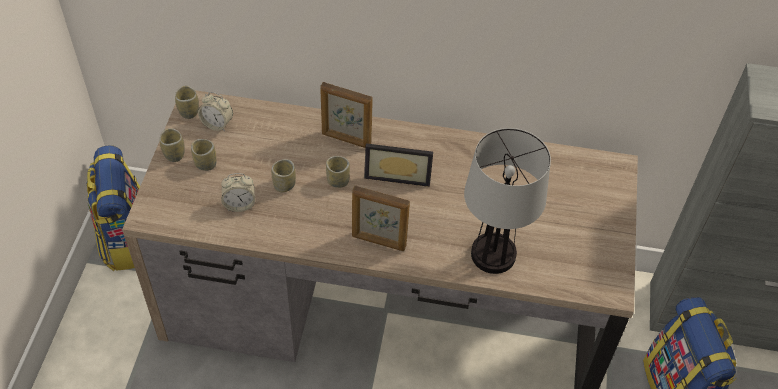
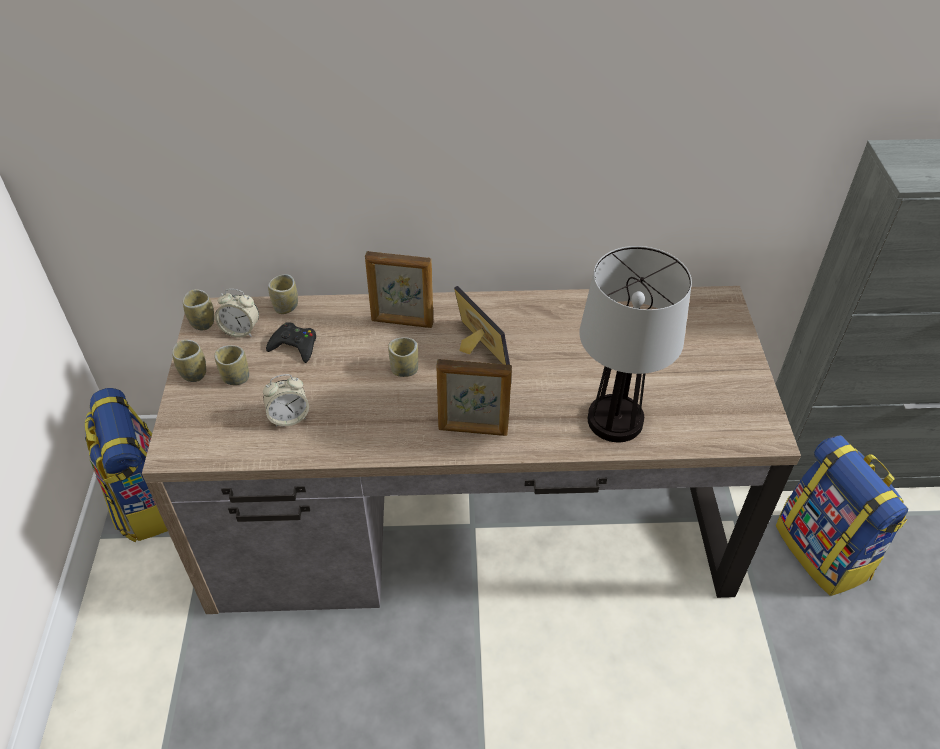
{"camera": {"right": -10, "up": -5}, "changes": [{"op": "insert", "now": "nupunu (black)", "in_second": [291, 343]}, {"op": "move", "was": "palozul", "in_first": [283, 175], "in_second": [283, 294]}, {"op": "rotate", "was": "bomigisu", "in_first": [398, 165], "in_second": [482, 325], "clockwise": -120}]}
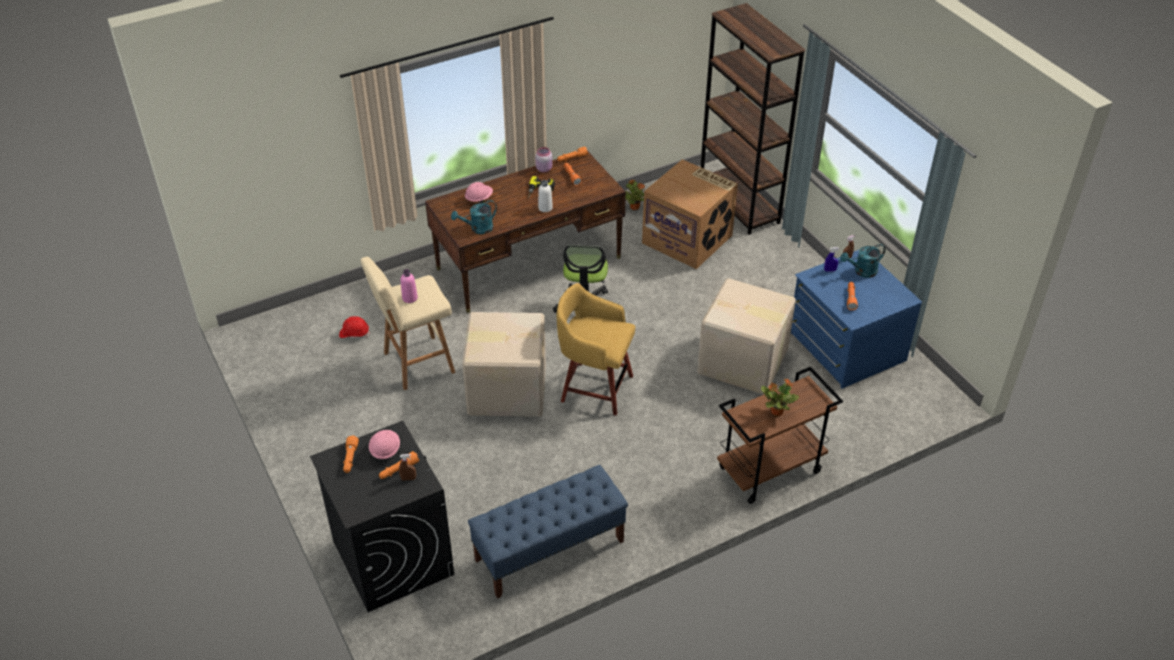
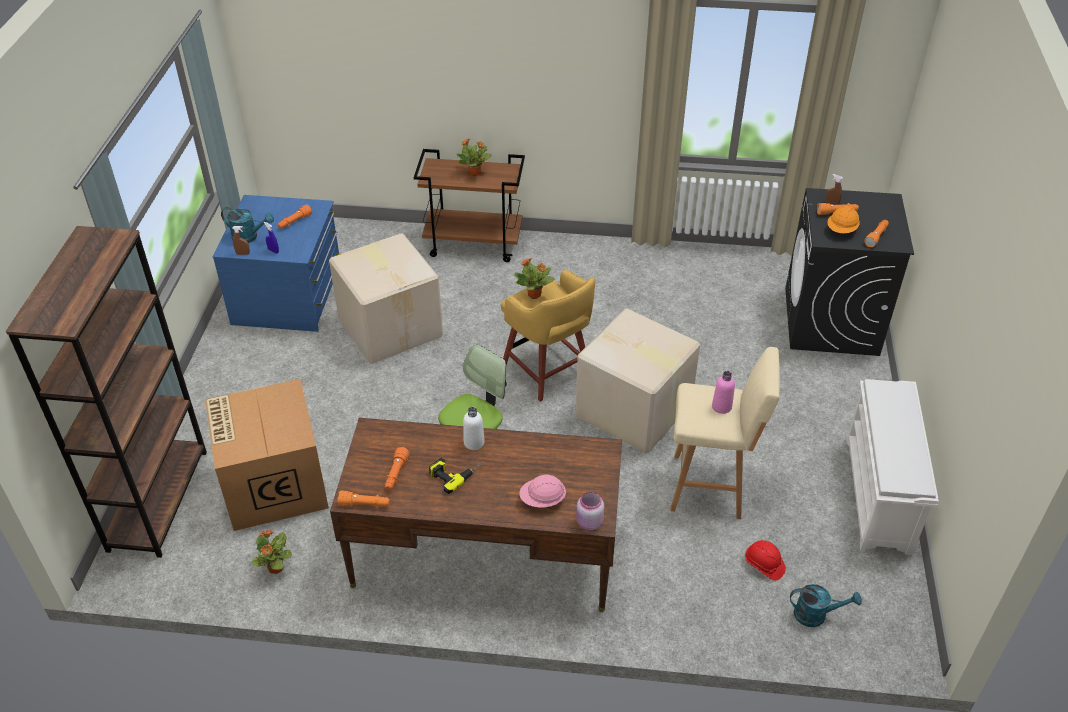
{"camera": {"right": -145, "up": 0}, "changes": [{"op": "delete", "was": "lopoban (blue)", "in_first": [548, 532]}, {"op": "insert", "now": "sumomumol", "in_second": [534, 278]}, {"op": "insert", "now": "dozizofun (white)", "in_second": [892, 467]}, {"op": "move", "was": "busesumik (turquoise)", "in_first": [474, 217], "in_second": [826, 605]}, {"op": "move", "was": "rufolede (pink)", "in_first": [543, 159], "in_second": [590, 511]}, {"op": "recolor", "was": "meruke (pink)", "now": "meruke (orange)", "in_first": [384, 444], "in_second": [843, 219]}]}
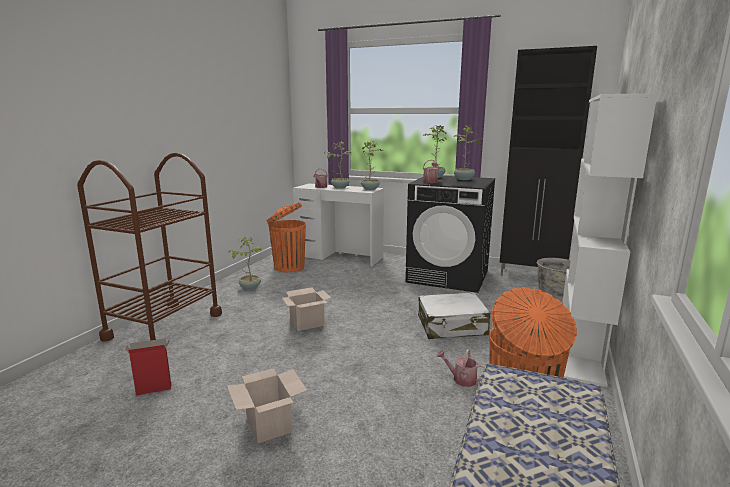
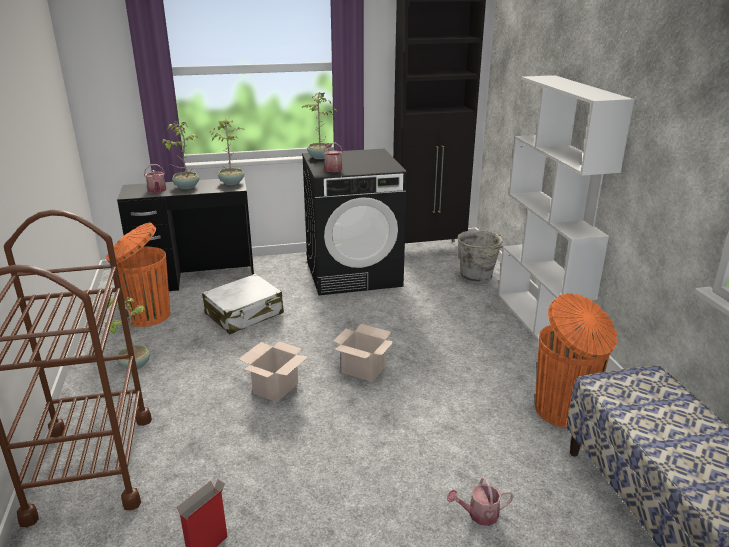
{"camera": {"right": -35, "up": 10}, "changes": [{"op": "delete", "was": "sumomumol", "in_first": [467, 153]}, {"op": "move", "was": "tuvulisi", "in_first": [267, 406], "in_second": [363, 353]}, {"op": "move", "was": "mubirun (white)", "in_first": [454, 315], "in_second": [243, 304]}, {"op": "move", "was": "busesumik", "in_first": [460, 368], "in_second": [480, 501]}, {"op": "recolor", "was": "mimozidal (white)", "now": "mimozidal (black)", "in_first": [338, 225], "in_second": [185, 234]}]}
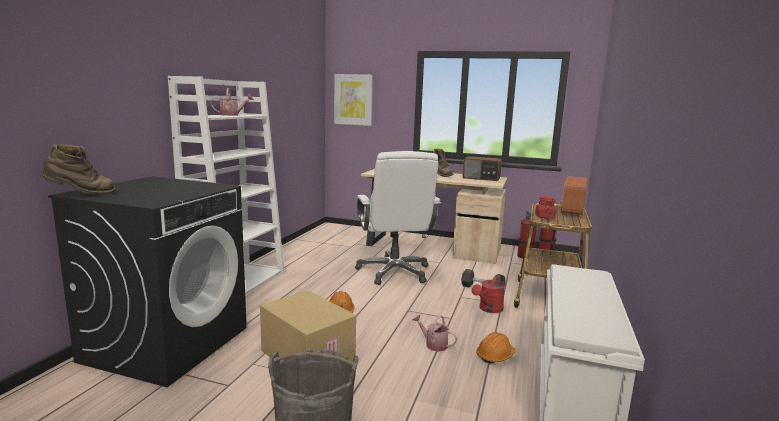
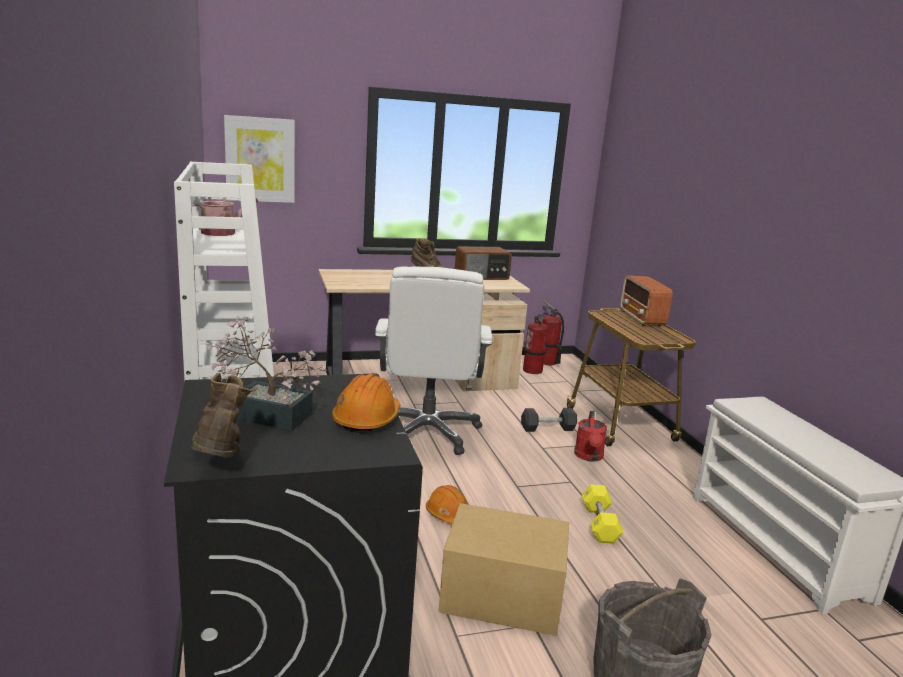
{"camera": {"right": -35, "up": 5}, "changes": [{"op": "delete", "was": "rufolede (red)", "in_first": [545, 207]}, {"op": "insert", "now": "sumomumol", "in_second": [266, 374]}, {"op": "move", "was": "meruke (orange)", "in_first": [496, 348], "in_second": [366, 404]}, {"op": "replace", "was": "busesumik", "now": "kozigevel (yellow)", "in_first": [434, 333], "in_second": [603, 514]}, {"op": "rotate", "was": "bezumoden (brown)", "in_first": [79, 169], "in_second": [225, 415], "clockwise": -45}, {"op": "rotate", "was": "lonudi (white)", "in_first": [398, 218], "in_second": [433, 361], "clockwise": 45}]}
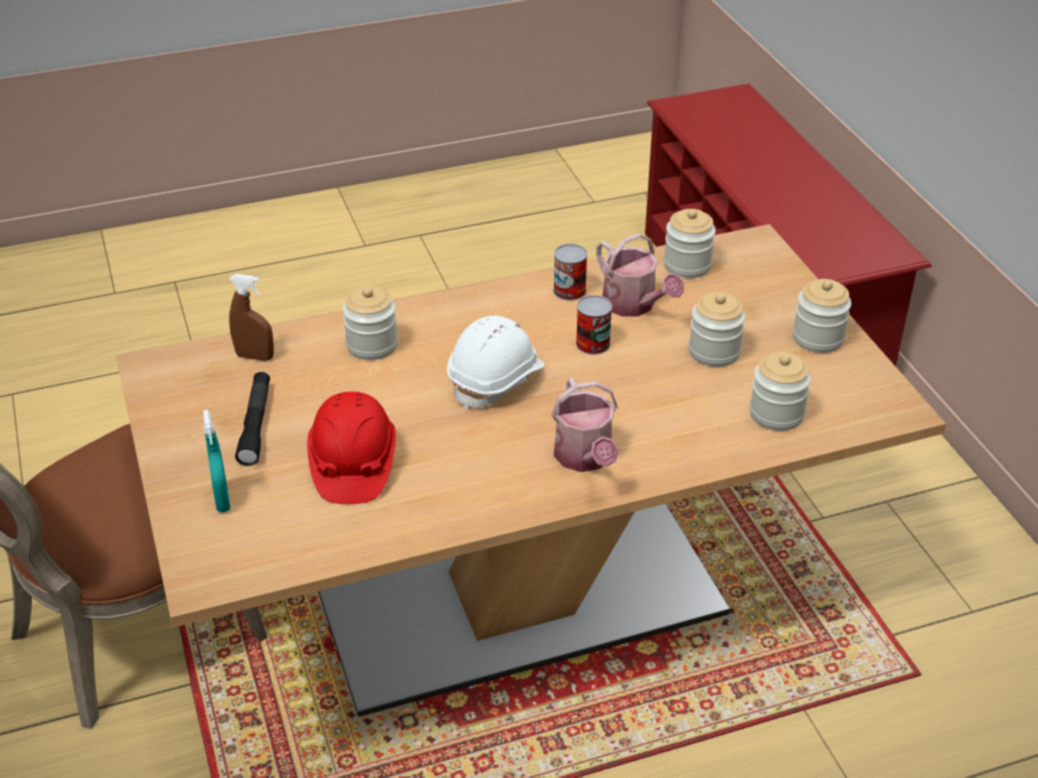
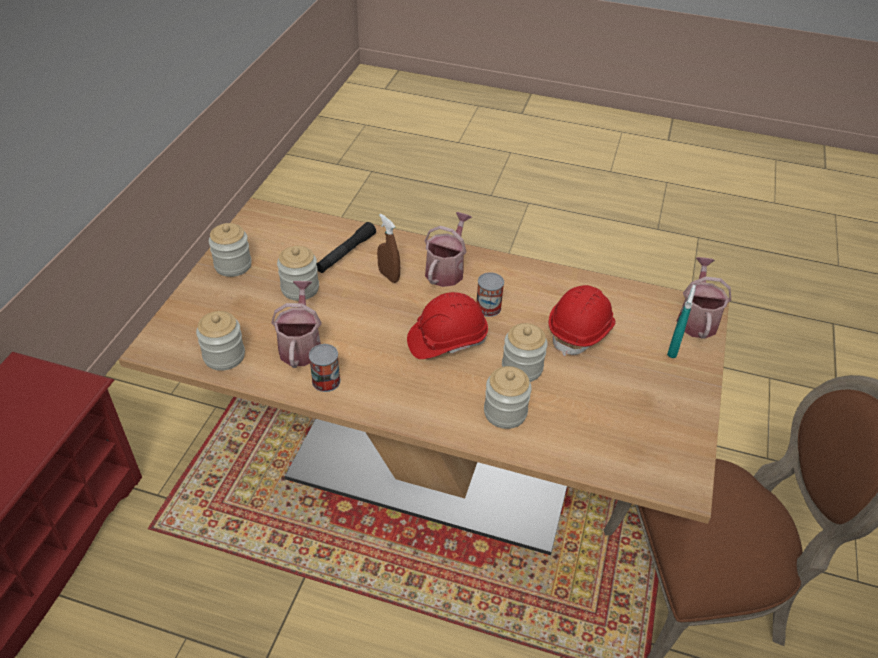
{"camera": {"right": -145, "up": 5}, "changes": [{"op": "insert", "now": "busesumik", "in_second": [704, 298]}, {"op": "move", "was": "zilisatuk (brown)", "in_first": [251, 317], "in_second": [388, 248]}, {"op": "move", "was": "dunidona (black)", "in_first": [252, 419], "in_second": [346, 247]}, {"op": "move", "was": "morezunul", "in_first": [594, 325], "in_second": [490, 294]}, {"op": "move", "was": "rufolede", "in_first": [780, 391], "in_second": [525, 352]}, {"op": "recolor", "was": "meruke (white)", "now": "meruke (red)", "in_first": [495, 363], "in_second": [447, 325]}]}
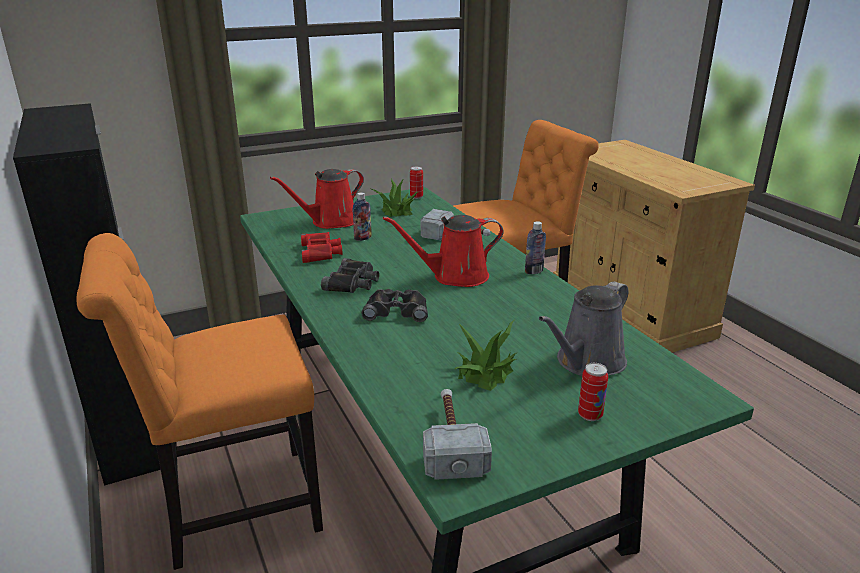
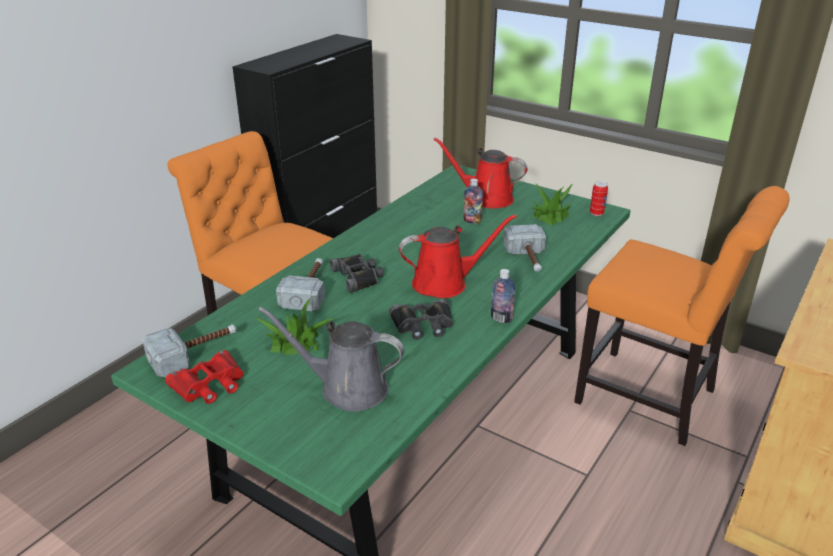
{"camera": {"right": 60, "up": 5}, "changes": [{"op": "delete", "was": "morezunul", "in_first": [593, 392]}, {"op": "insert", "now": "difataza", "in_second": [300, 285]}, {"op": "move", "was": "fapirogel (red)", "in_first": [321, 247], "in_second": [204, 377]}, {"op": "move", "was": "fapirogel (black)", "in_first": [350, 275], "in_second": [421, 319]}, {"op": "rotate", "was": "busesumik (red)", "in_first": [443, 251], "in_second": [458, 256], "clockwise": 120}]}
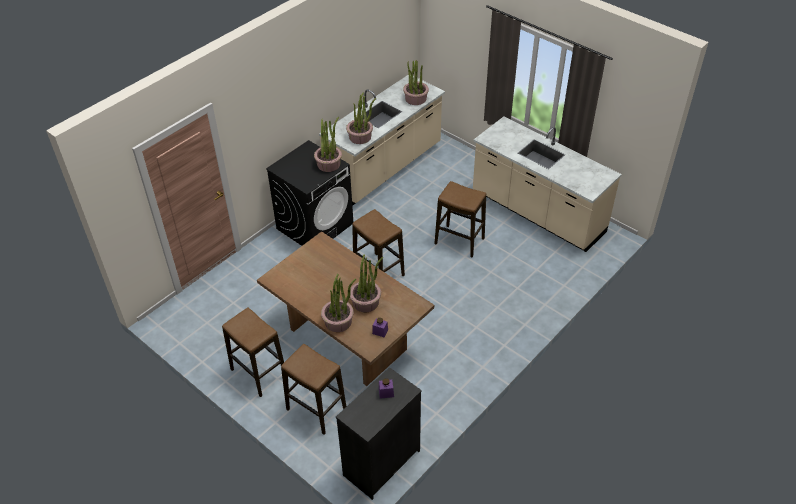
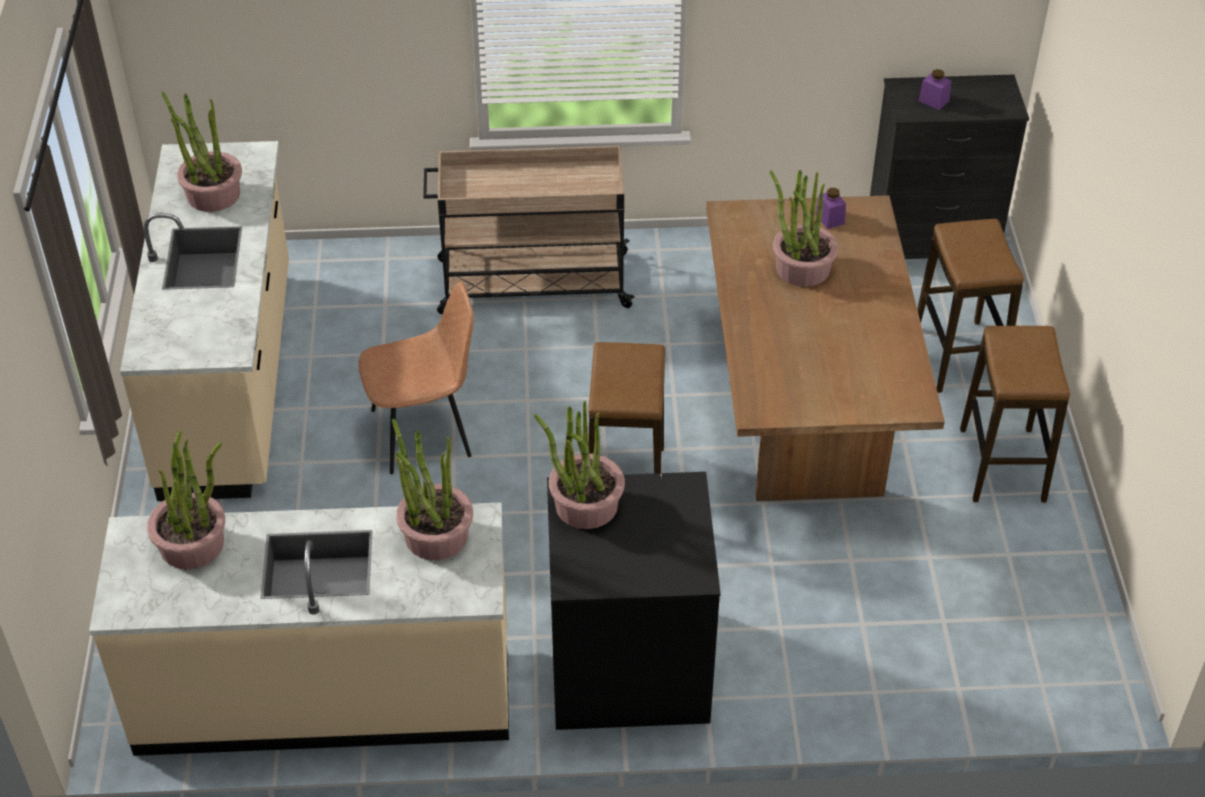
{"camera": {"right": -135, "up": 0}, "changes": [{"op": "insert", "now": "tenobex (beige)", "in_second": [529, 230]}, {"op": "move", "was": "sumomumol", "in_first": [338, 303], "in_second": [201, 151]}, {"op": "replace", "was": "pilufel", "now": "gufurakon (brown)", "in_first": [460, 219], "in_second": [416, 378]}]}
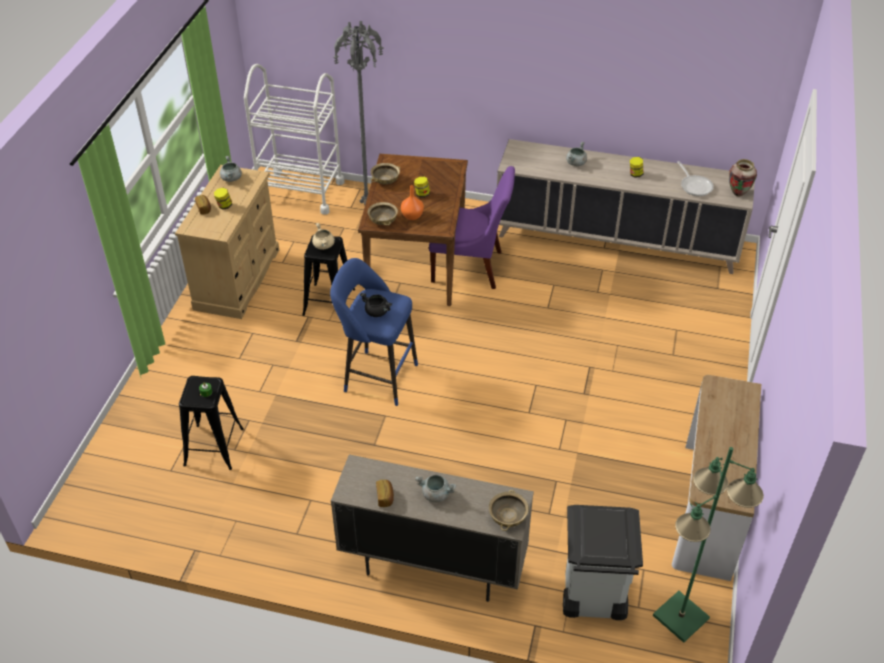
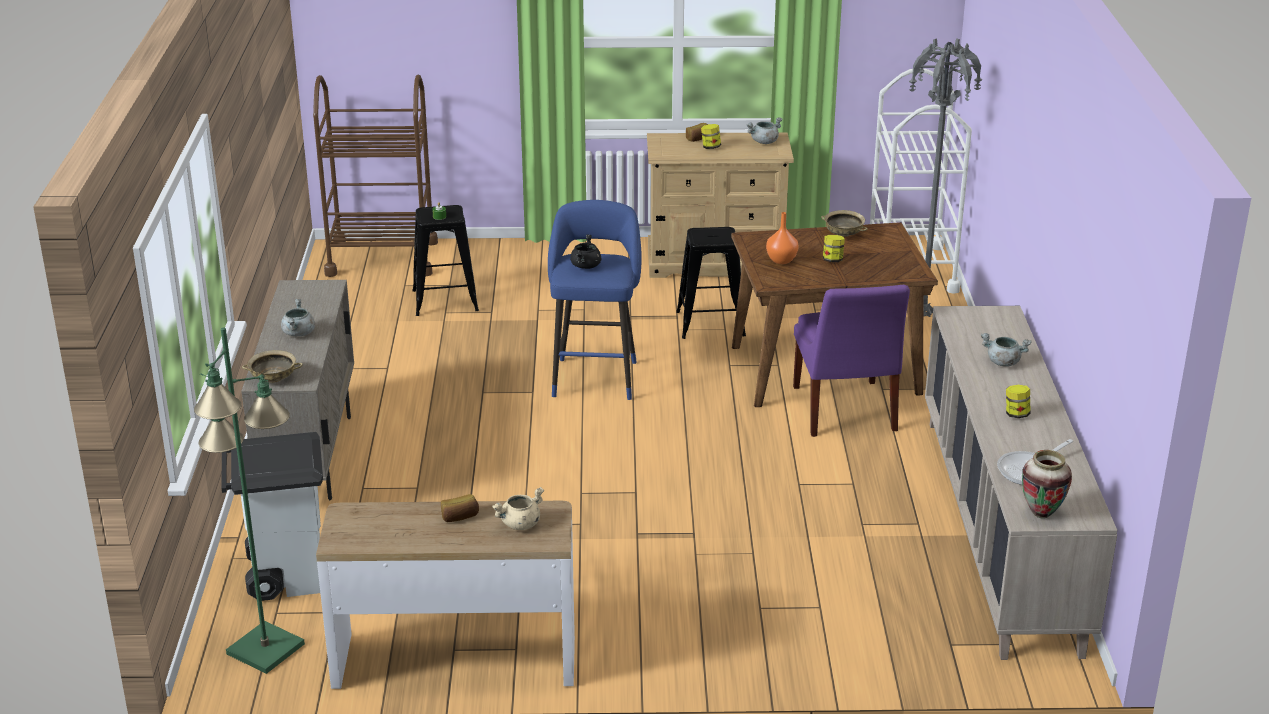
{"camera": {"right": 75, "up": -15}, "changes": [{"op": "delete", "was": "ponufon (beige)", "in_first": [383, 214]}, {"op": "insert", "now": "tenobex (brown)", "in_second": [375, 176]}, {"op": "move", "was": "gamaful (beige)", "in_first": [323, 236], "in_second": [518, 508]}, {"op": "move", "was": "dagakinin", "in_first": [385, 493], "in_second": [460, 508]}]}
